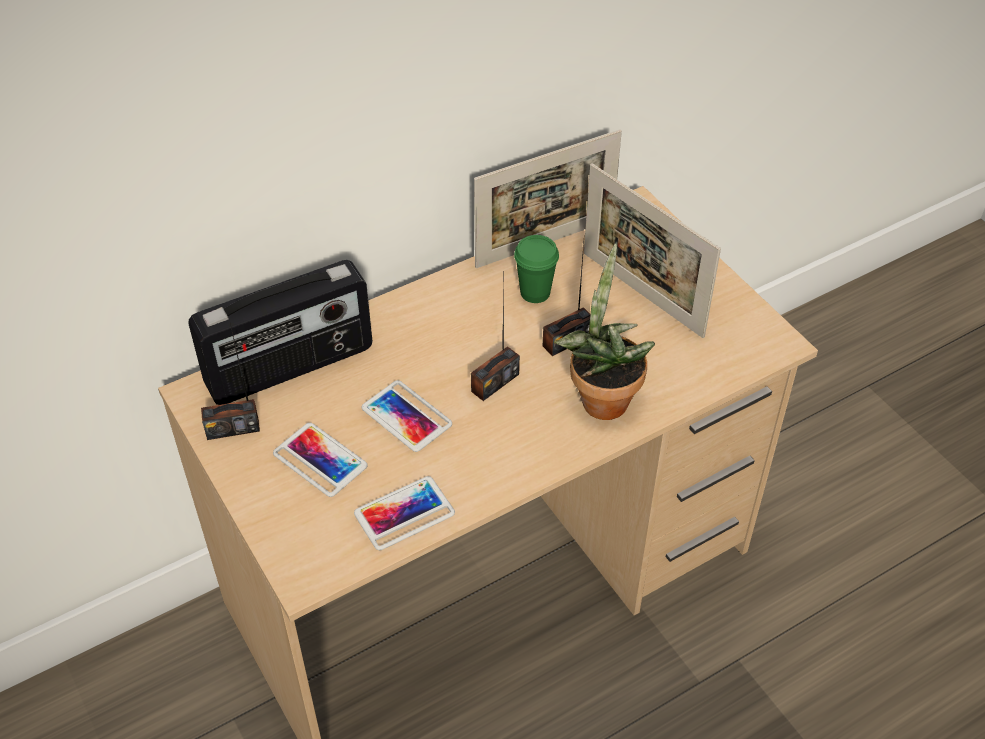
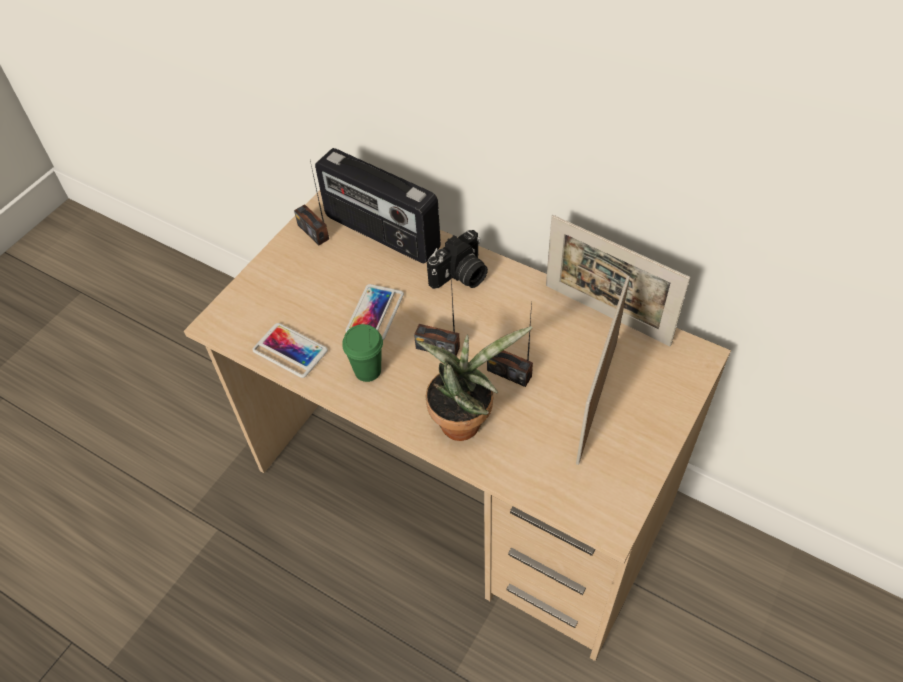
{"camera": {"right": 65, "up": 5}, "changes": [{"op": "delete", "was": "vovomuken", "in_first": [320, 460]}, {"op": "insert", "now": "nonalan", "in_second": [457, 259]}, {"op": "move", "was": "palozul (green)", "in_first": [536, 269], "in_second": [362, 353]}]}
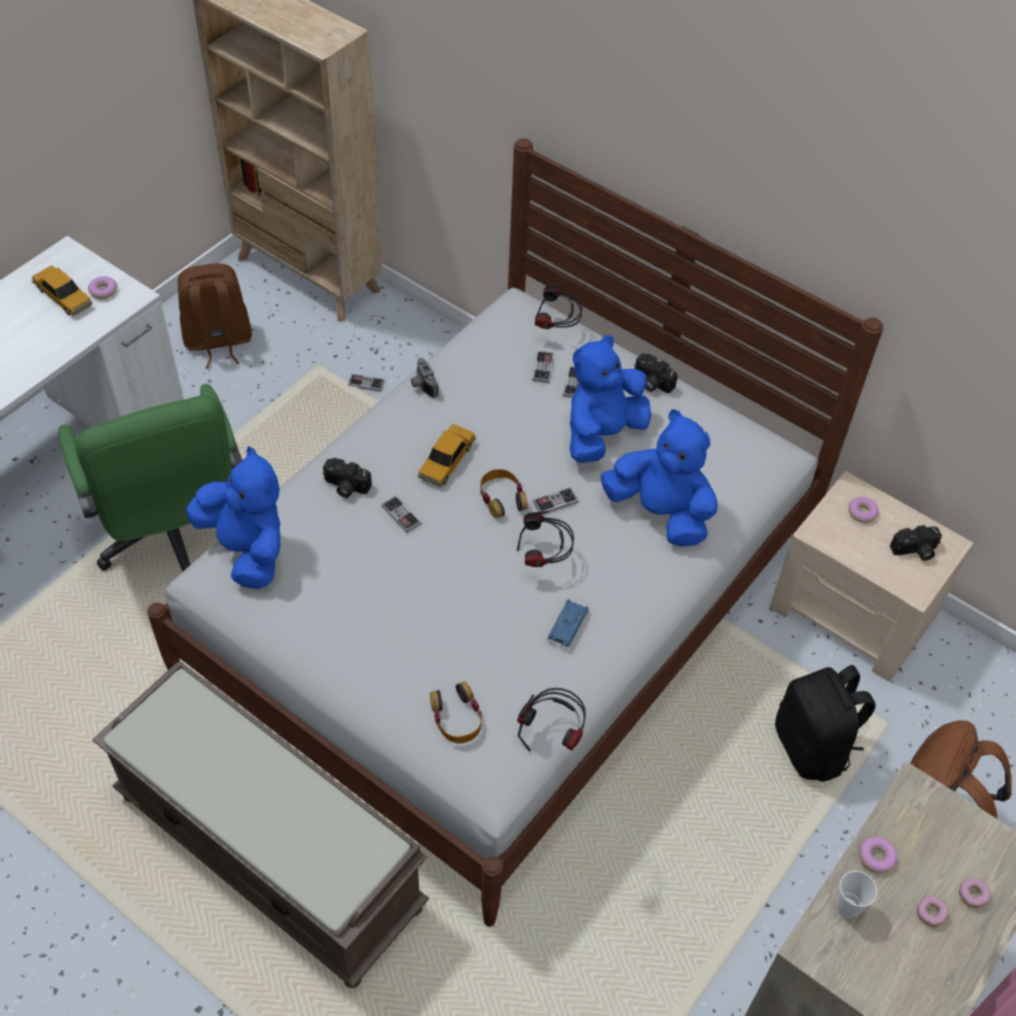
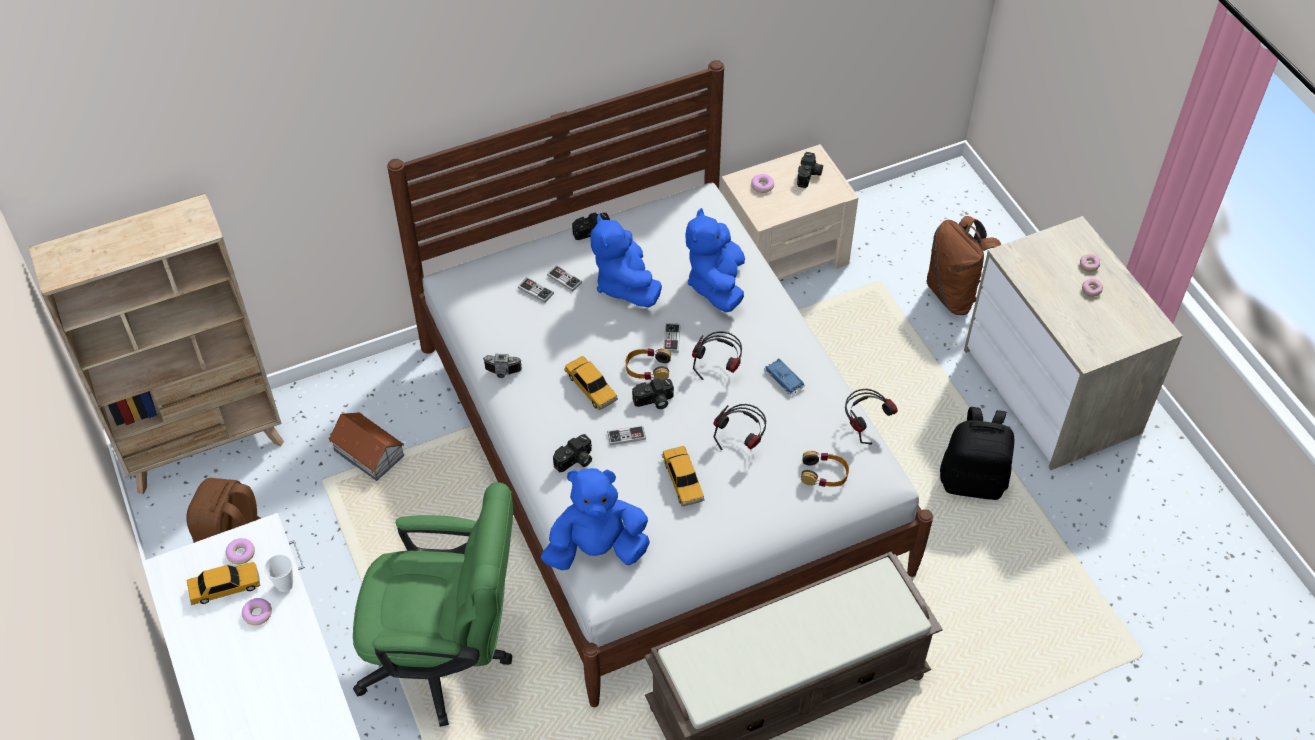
{"camera": {"right": -60, "up": 0}, "changes": [{"op": "insert", "now": "nonalan", "in_second": [653, 393]}, {"op": "insert", "now": "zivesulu", "in_second": [683, 476]}, {"op": "move", "was": "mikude", "in_first": [559, 307], "in_second": [739, 427]}, {"op": "move", "was": "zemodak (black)", "in_first": [825, 723], "in_second": [977, 453]}, {"op": "move", "was": "palozul", "in_first": [856, 894], "in_second": [278, 573]}, {"op": "move", "was": "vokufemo", "in_first": [878, 855], "in_second": [257, 611]}, {"op": "replace", "was": "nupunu", "now": "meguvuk", "in_first": [366, 383], "in_second": [366, 446]}, {"op": "rotate", "was": "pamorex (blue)", "in_first": [659, 477], "in_second": [715, 260], "clockwise": -60}]}
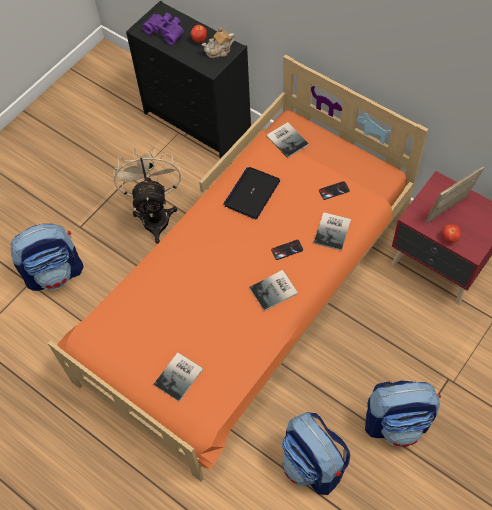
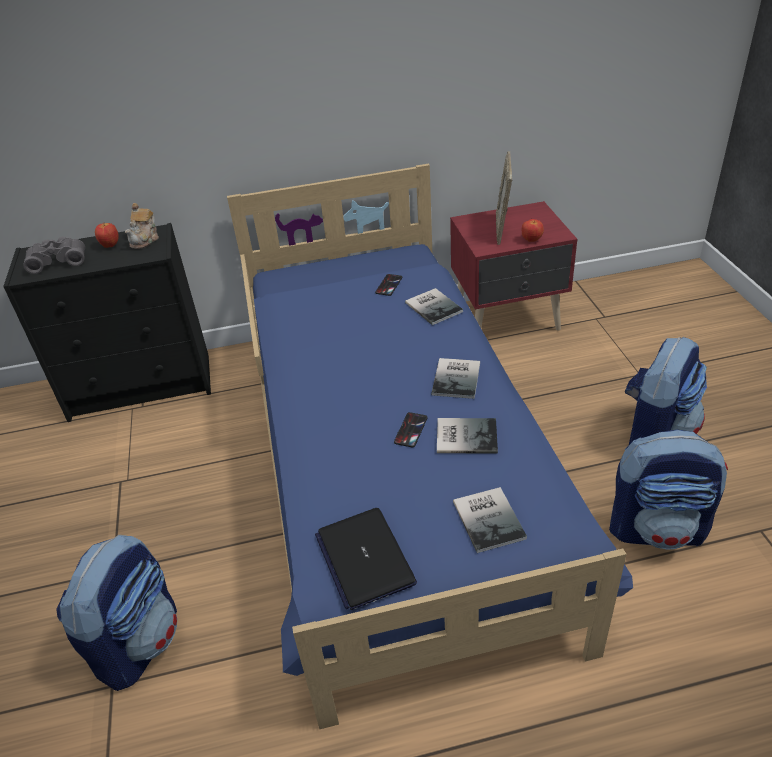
{"camera": {"right": -50, "up": -20}, "changes": [{"op": "delete", "was": "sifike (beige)", "in_first": [147, 195]}, {"op": "move", "was": "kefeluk", "in_first": [251, 193], "in_second": [366, 559]}, {"op": "move", "was": "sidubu", "in_first": [287, 140], "in_second": [467, 436]}, {"op": "move", "was": "vovomuken", "in_first": [287, 250], "in_second": [411, 429]}, {"op": "recolor", "was": "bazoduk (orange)", "now": "bazoduk (blue)", "in_first": [238, 268], "in_second": [430, 446]}, {"op": "recolor", "was": "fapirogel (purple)", "now": "fapirogel (grey)", "in_first": [163, 29], "in_second": [54, 255]}]}
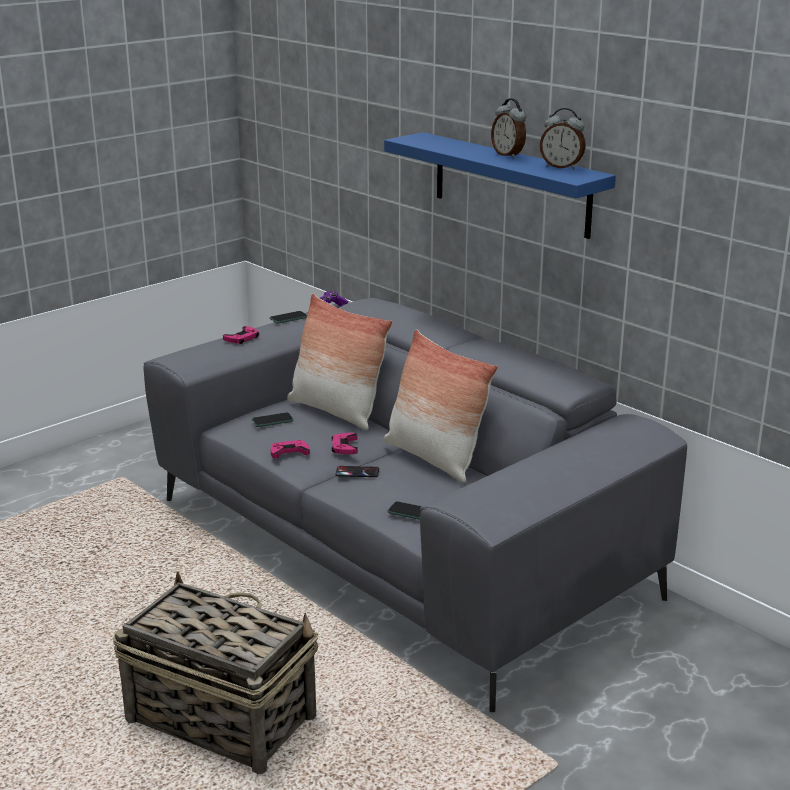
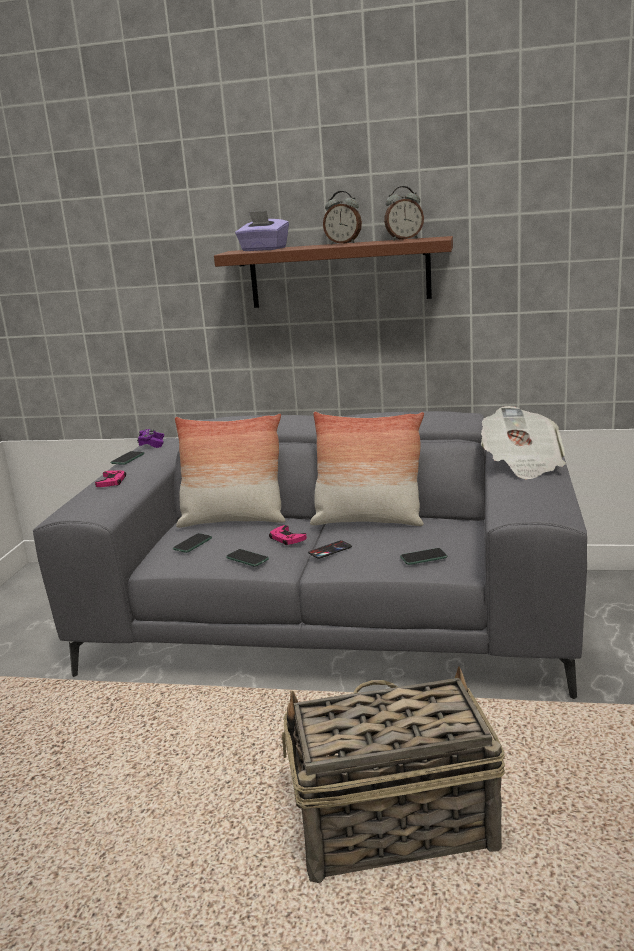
{"camera": {"right": -35, "up": -5}, "changes": [{"op": "insert", "now": "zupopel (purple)", "in_second": [262, 231]}, {"op": "insert", "now": "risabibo", "in_second": [523, 442]}, {"op": "replace", "was": "nupunu (pink)", "now": "vovomuken", "in_first": [290, 449], "in_second": [247, 558]}, {"op": "recolor", "was": "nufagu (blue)", "now": "nufagu (brown)", "in_first": [500, 185], "in_second": [333, 272]}]}
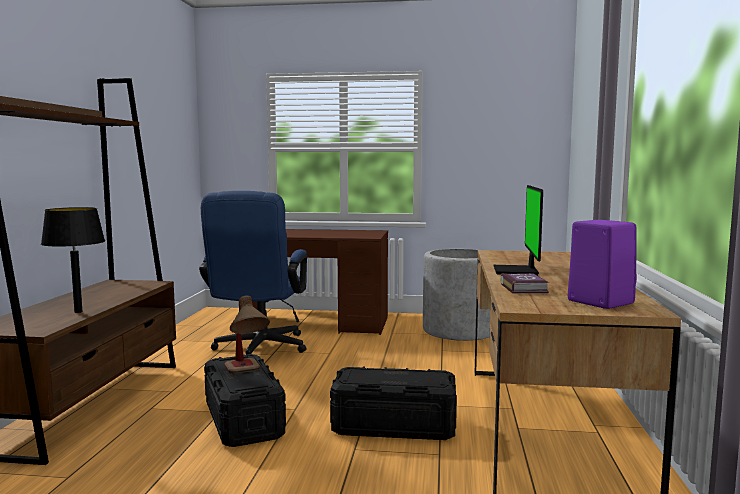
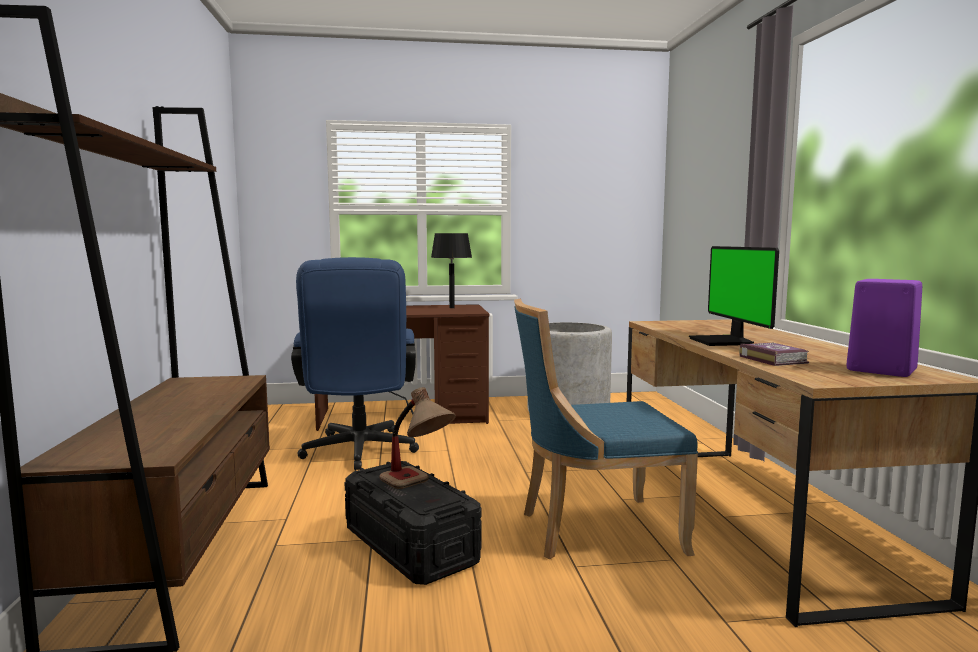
{"camera": {"right": -15, "up": 0}, "changes": [{"op": "move", "was": "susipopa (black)", "in_first": [73, 260], "in_second": [451, 270]}, {"op": "replace", "was": "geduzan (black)", "now": "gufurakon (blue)", "in_first": [393, 403], "in_second": [606, 429]}]}
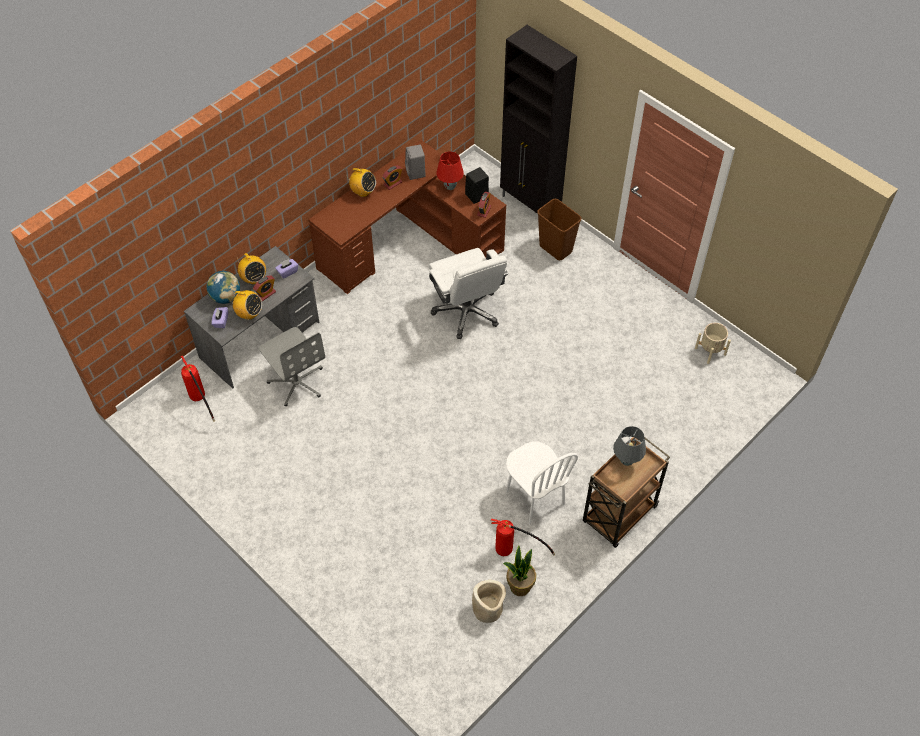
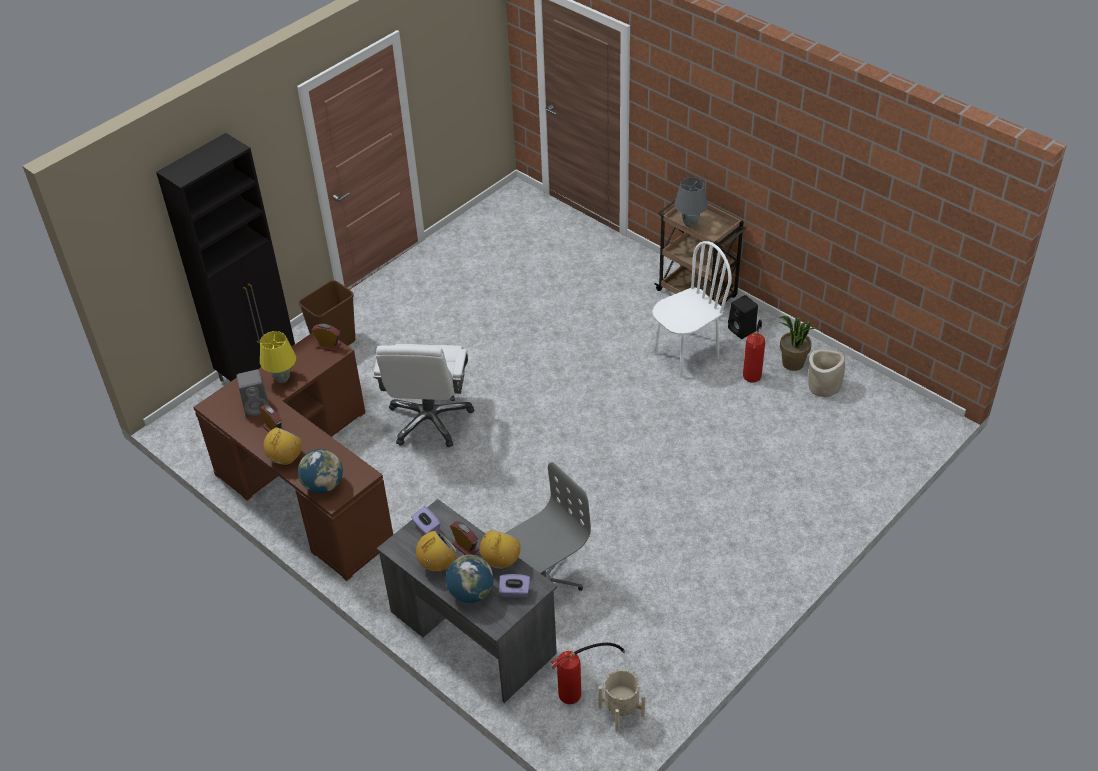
{"camera": {"right": -90, "up": -10}, "changes": [{"op": "insert", "now": "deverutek", "in_second": [320, 471]}, {"op": "move", "was": "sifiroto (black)", "in_first": [477, 185], "in_second": [743, 317]}, {"op": "move", "was": "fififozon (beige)", "in_first": [713, 343], "in_second": [621, 701]}, {"op": "recolor", "was": "susipopa (red)", "now": "susipopa (yellow)", "in_first": [450, 170], "in_second": [278, 357]}, {"op": "rotate", "was": "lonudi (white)", "in_first": [468, 293], "in_second": [423, 395], "clockwise": 120}]}
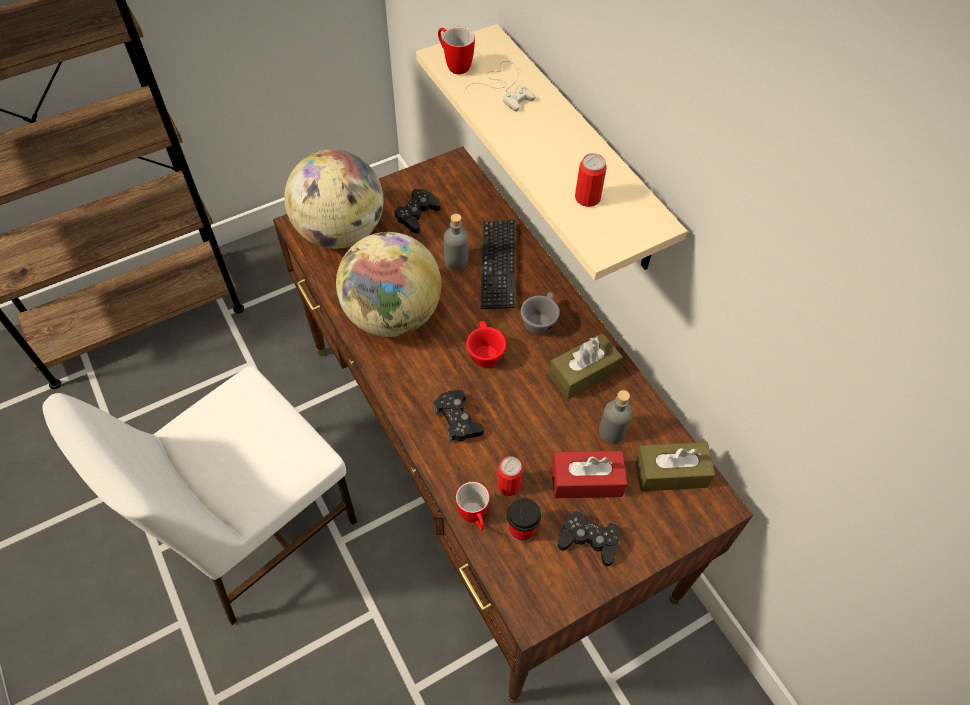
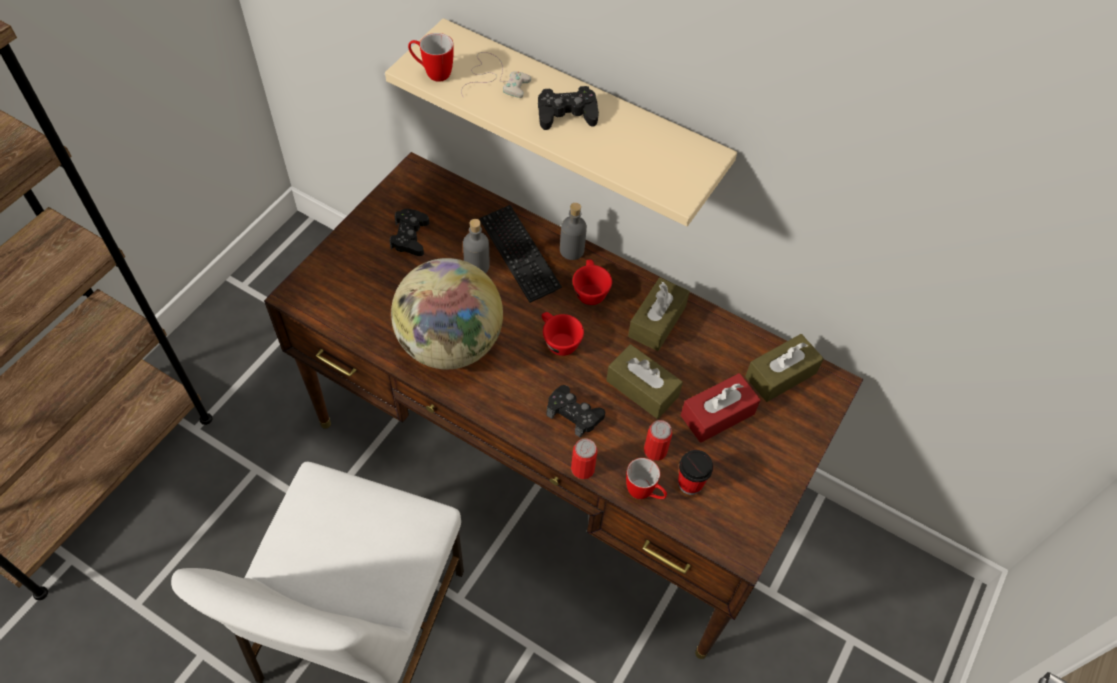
{"camera": {"right": -30, "up": 0}, "changes": [{"op": "delete", "was": "deverutek", "in_first": [334, 199]}, {"op": "insert", "now": "zupopel (brown)", "in_second": [644, 381]}, {"op": "move", "was": "nupunu (black)", "in_first": [589, 538], "in_second": [568, 108]}, {"op": "move", "was": "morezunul", "in_first": [591, 180], "in_second": [584, 458]}, {"op": "move", "was": "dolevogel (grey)", "in_first": [615, 417], "in_second": [573, 231]}, {"op": "recolor", "was": "palozul (grey)", "now": "palozul (red)", "in_first": [540, 313], "in_second": [592, 282]}]}
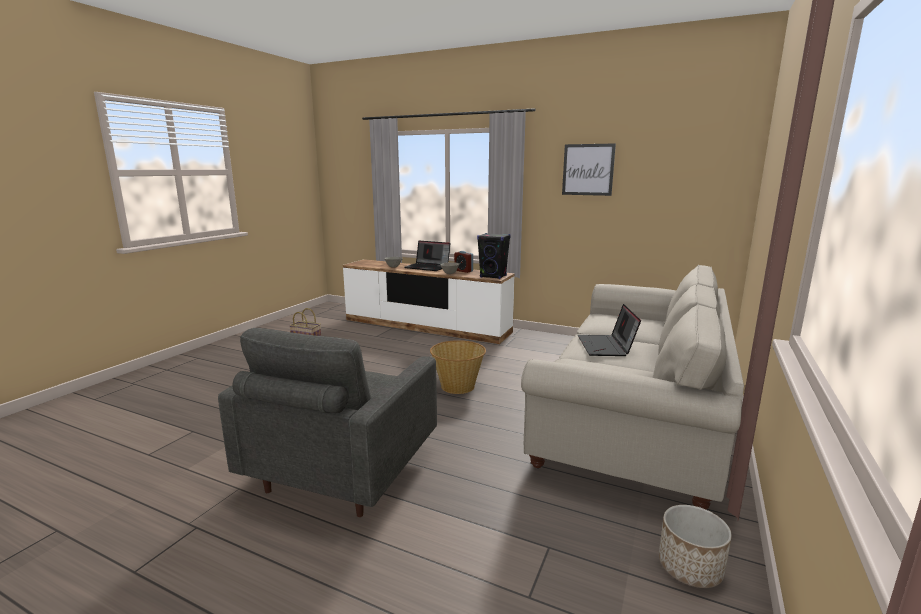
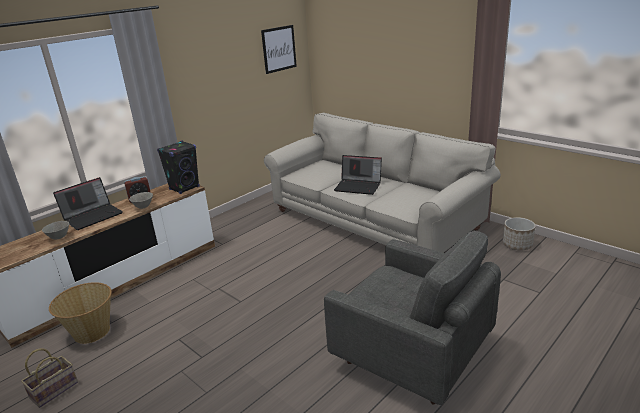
{"camera": {"right": -70, "up": 10}, "changes": [{"op": "move", "was": "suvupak", "in_first": [458, 367], "in_second": [80, 313]}, {"op": "move", "was": "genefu", "in_first": [589, 169], "in_second": [279, 49]}]}
